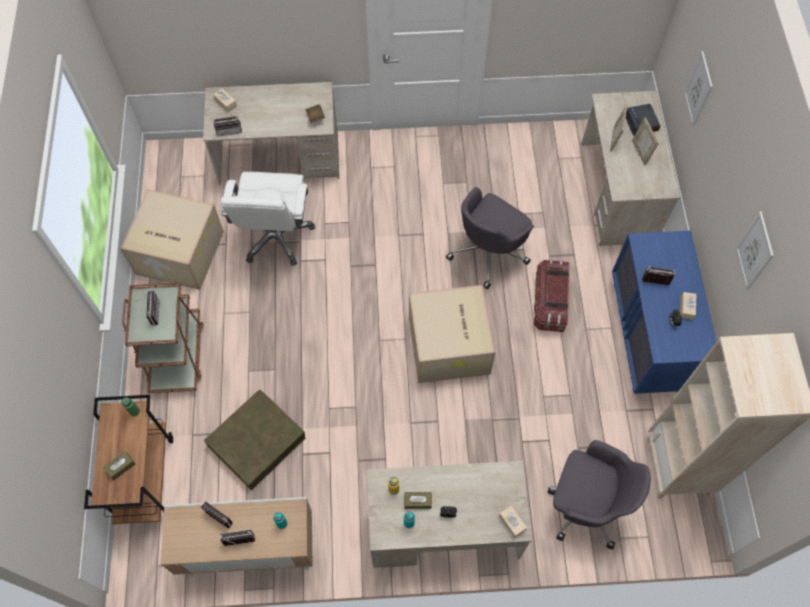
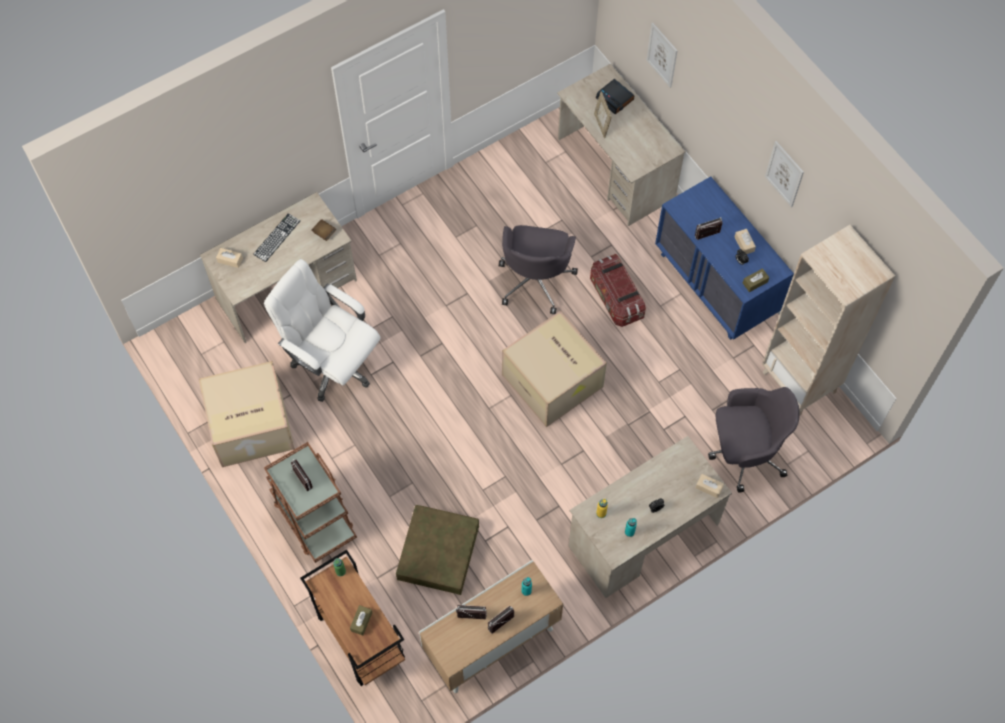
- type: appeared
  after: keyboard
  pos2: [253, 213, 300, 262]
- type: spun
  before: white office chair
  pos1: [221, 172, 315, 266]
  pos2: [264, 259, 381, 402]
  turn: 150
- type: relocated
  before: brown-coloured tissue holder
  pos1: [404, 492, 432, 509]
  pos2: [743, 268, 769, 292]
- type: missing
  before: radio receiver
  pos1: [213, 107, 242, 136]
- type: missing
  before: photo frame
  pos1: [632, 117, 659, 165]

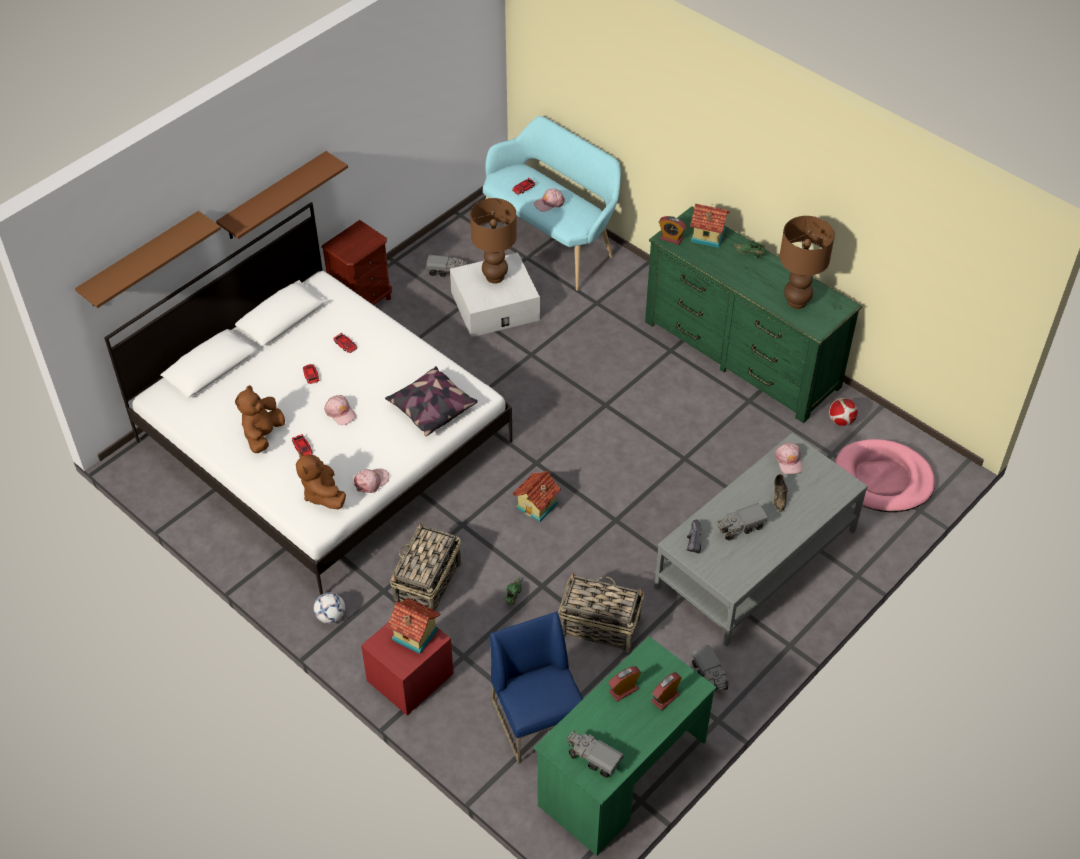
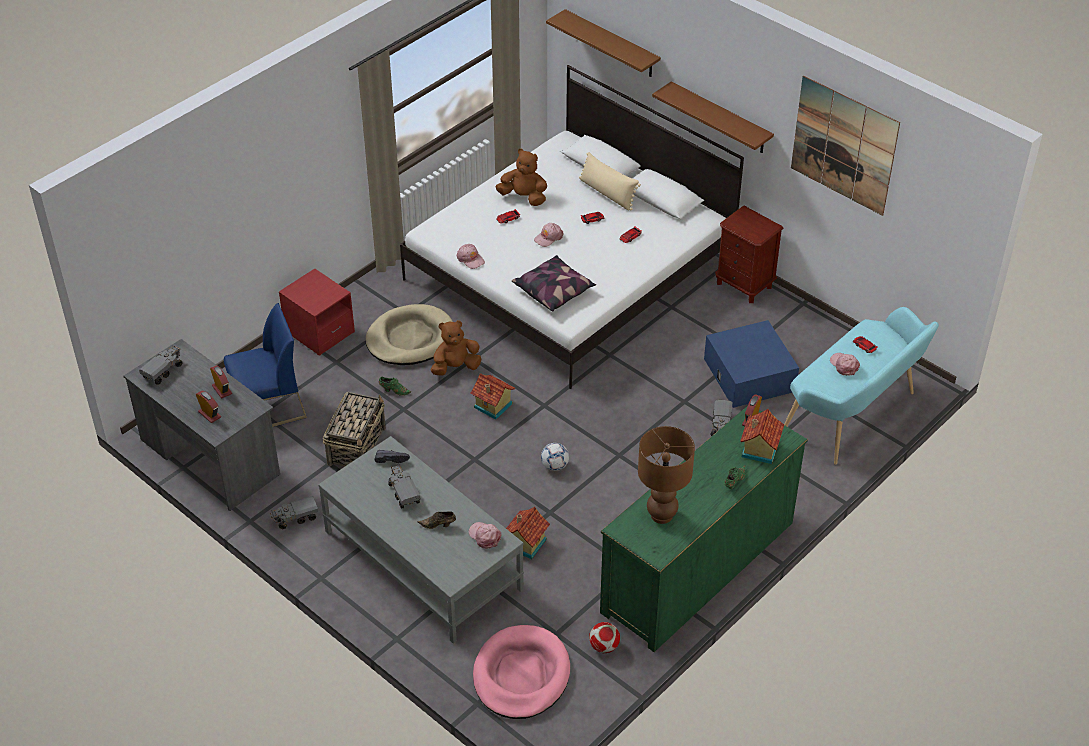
- type: colour
  before: green desk table
  after: gray desk table
  pos1: [533, 636, 717, 856]
  pos2: [123, 339, 280, 511]
- type: exchanged
  before: storage basket
  after: beige-coloured dog bed
  pos1: [390, 523, 461, 611]
  pos2: [366, 304, 453, 365]
- type: relocated
  before: brown-coloured soft toy
  pos1: [296, 451, 346, 509]
  pos2: [431, 320, 481, 376]
- type: spun
  before: pinkish baseball cap
  pos1: [774, 443, 803, 475]
  pos2: [469, 522, 502, 549]
  turn: 60
- type: relocated
  before: toy house
  pos1: [386, 598, 440, 654]
  pos2: [506, 507, 550, 559]
- type: relocated
  before: football ball
  pos1: [314, 592, 345, 624]
  pos2: [541, 443, 569, 471]
- type: appeared
  after: beige-coloured throw pillow
  pos2: [579, 152, 641, 211]
- type: colour
  before: white storage container
  after: bluish storage container
  pos1: [450, 253, 540, 337]
  pos2: [704, 320, 799, 408]
- type: relocated
  before: toy lorry
  pos1: [426, 254, 468, 277]
  pos2: [711, 400, 732, 436]
- type: appeared
  after: wall art
  pos2: [791, 76, 900, 216]
- type: missing
  before: brown-coloured table lamp
  pos1: [470, 198, 517, 284]

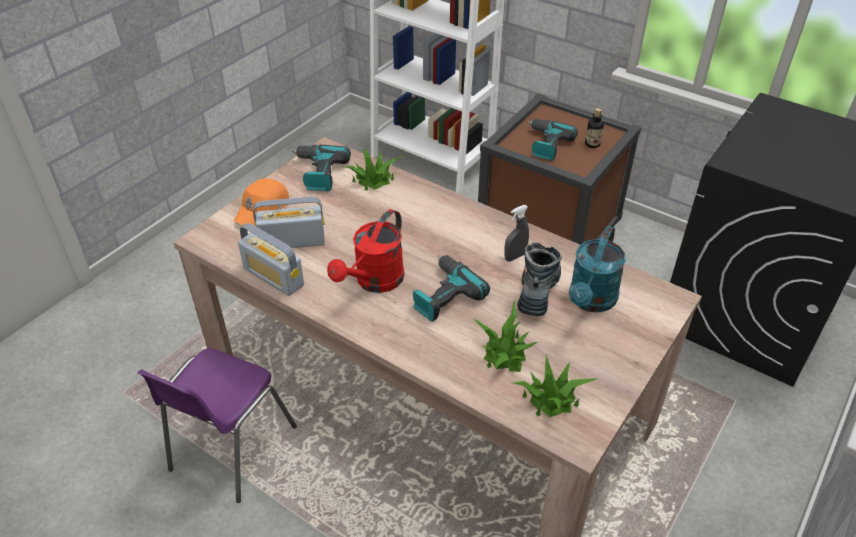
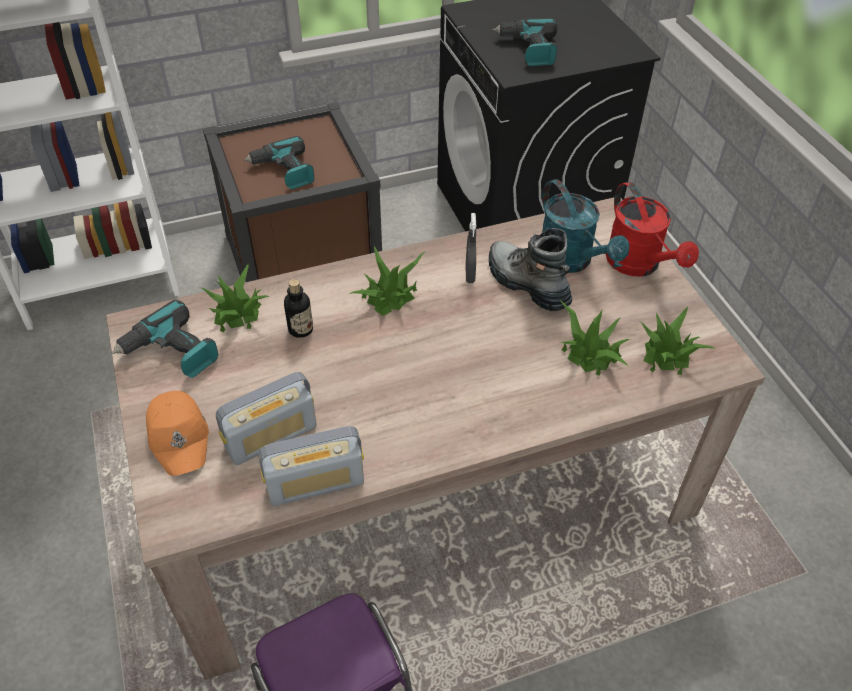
- type: spun
  before: radio receiver
  pos1: [253, 197, 325, 248]
  pos2: [216, 372, 317, 465]
  turn: -150
- type: relocated
  before: bottle
  pos1: [585, 108, 604, 148]
  pos2: [284, 279, 313, 338]
- type: appeared
  after: plant in a pot
  pos2: [349, 246, 426, 316]
- type: relocated
  before: electric drill
  pos1: [413, 255, 490, 322]
  pos2: [492, 18, 557, 66]
- type: relocated
  before: red-coloured watering can
  pos1: [327, 209, 405, 293]
  pos2: [606, 182, 699, 276]

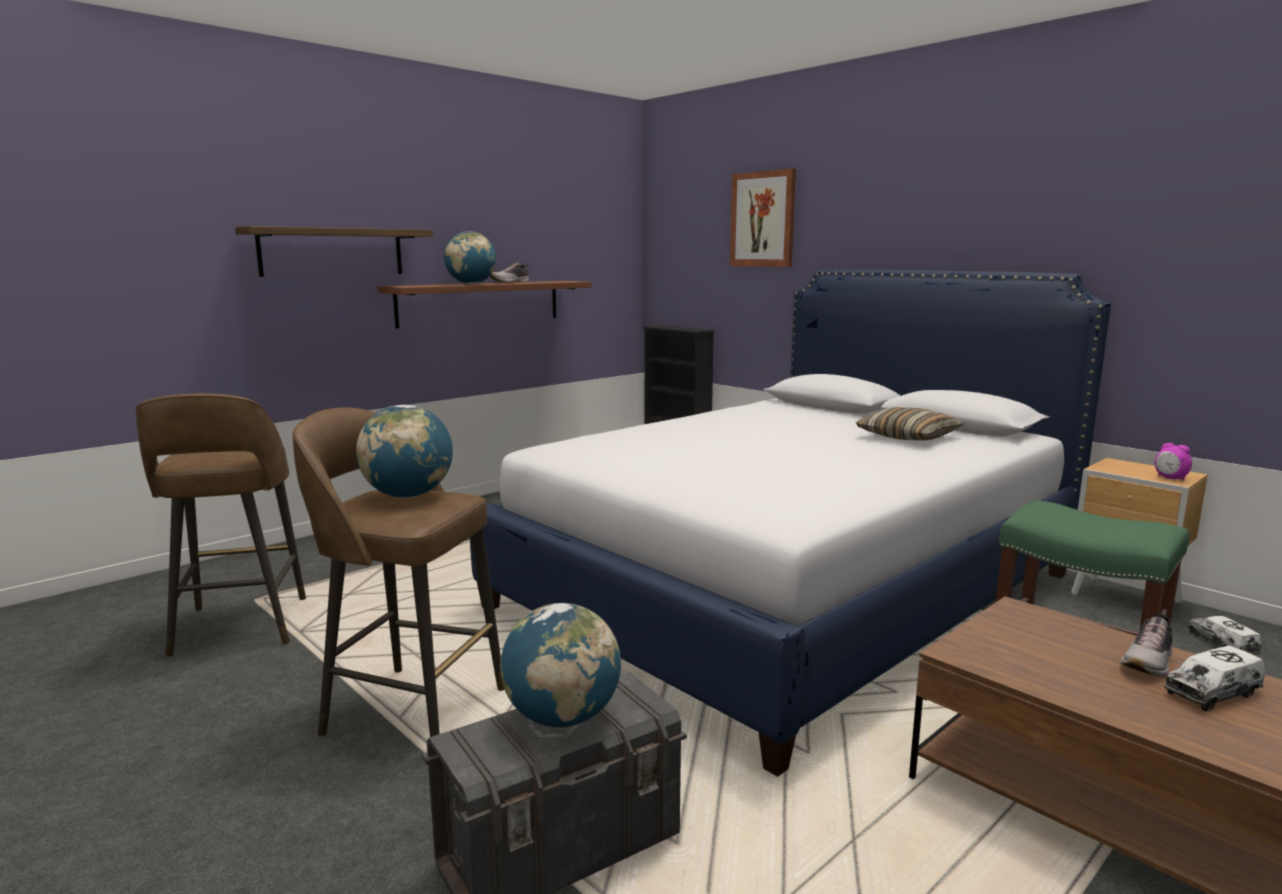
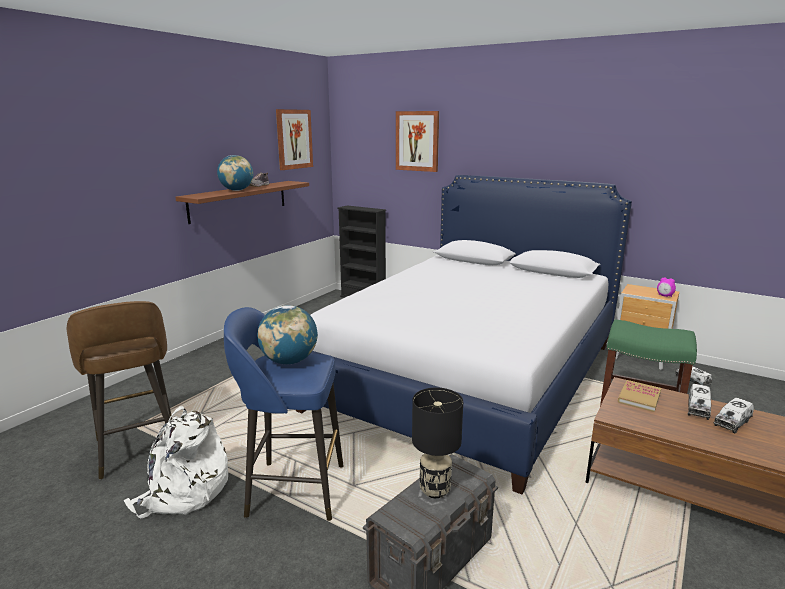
- type: appeared
  after: white knapsack
  pos2: [124, 406, 228, 518]
- type: colour
  before: brown-coloured sitting stool
  after: bluish sitting stool
  pos1: [292, 407, 505, 737]
  pos2: [224, 307, 344, 521]
- type: appeared
  after: wall art
  pos2: [276, 109, 313, 170]
- type: exchanged
  before: desk globe
  after: black table lamp
  pos1: [500, 603, 621, 727]
  pos2: [412, 388, 463, 498]
- type: appeared
  after: book
  pos2: [618, 380, 661, 412]
- type: exchanged
  before: item of footwear
  after: toy lorry
  pos1: [1120, 609, 1172, 677]
  pos2: [688, 384, 711, 420]
- type: missing
  before: shelf
  pos1: [235, 226, 433, 277]
- type: missing
  before: throw pillow
  pos1: [856, 407, 965, 441]

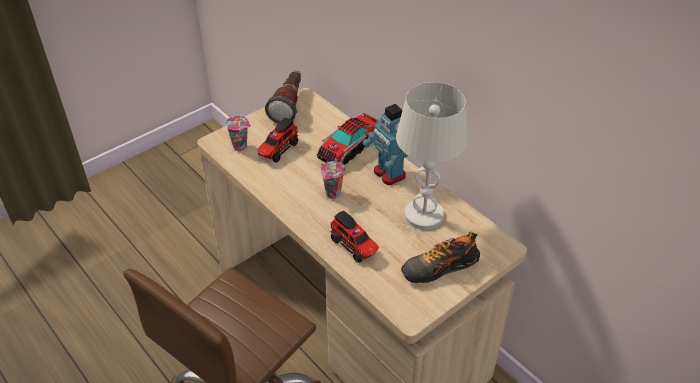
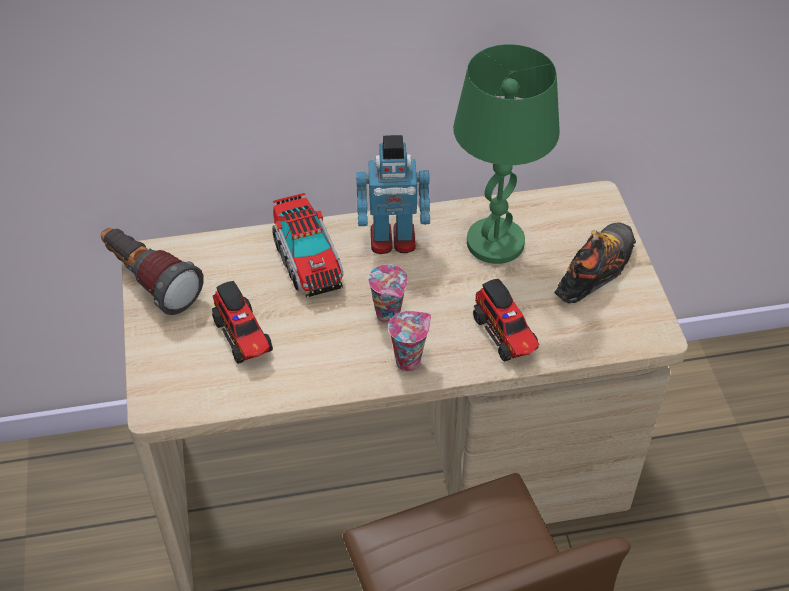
- type: relocated
  before: cup
  pos1: [225, 115, 251, 151]
  pos2: [388, 311, 431, 372]
- type: colour
  before: white table lamp
  after: green table lamp
  pos1: [396, 82, 468, 230]
  pos2: [453, 44, 560, 264]
- type: spun
  before: toy lorry
  pos1: [331, 211, 379, 263]
  pos2: [473, 279, 539, 362]
  turn: 75
- type: spun
  before: item of footwear
  pos1: [401, 232, 480, 283]
  pos2: [554, 222, 636, 303]
  turn: -150

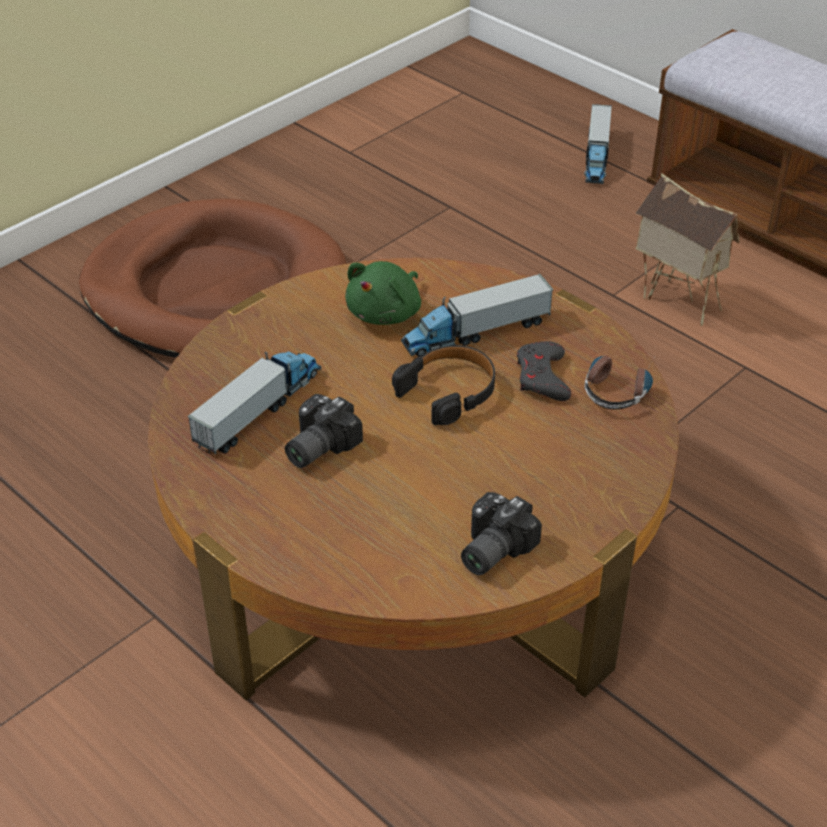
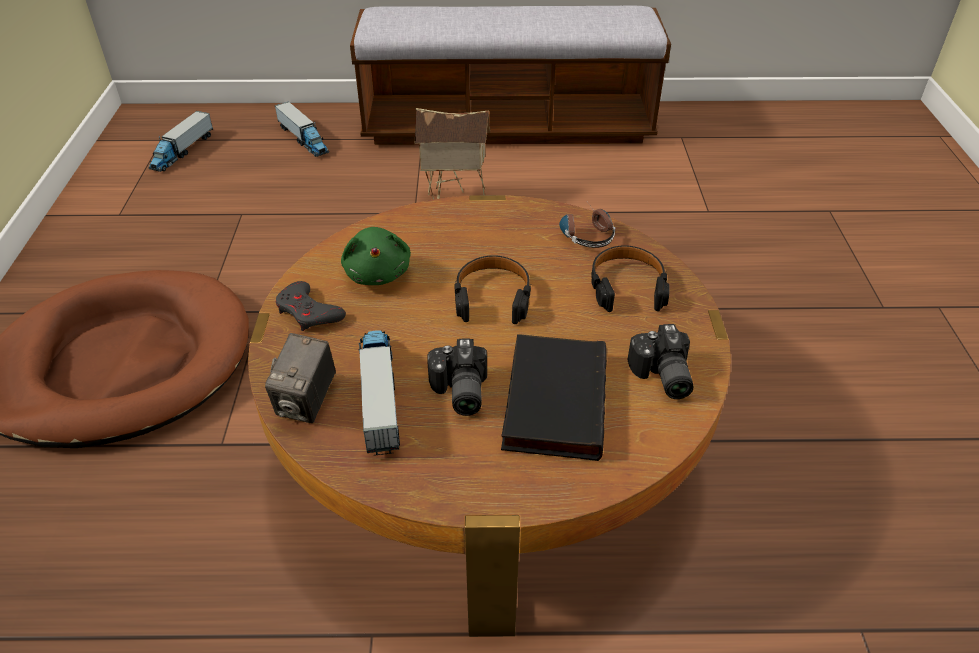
- type: relocated
  before: toy lorry
  pos1: [401, 274, 554, 357]
  pos2: [148, 111, 213, 172]
- type: appeared
  after: photo camera
  pos2: [265, 333, 336, 423]
- type: relocated
  before: gray gamepad
  pos1: [517, 341, 571, 401]
  pos2: [275, 281, 346, 331]
- type: appeared
  after: black book
  pos2: [501, 334, 607, 461]
- type: appeared
  after: black headset
  pos2: [591, 245, 670, 312]

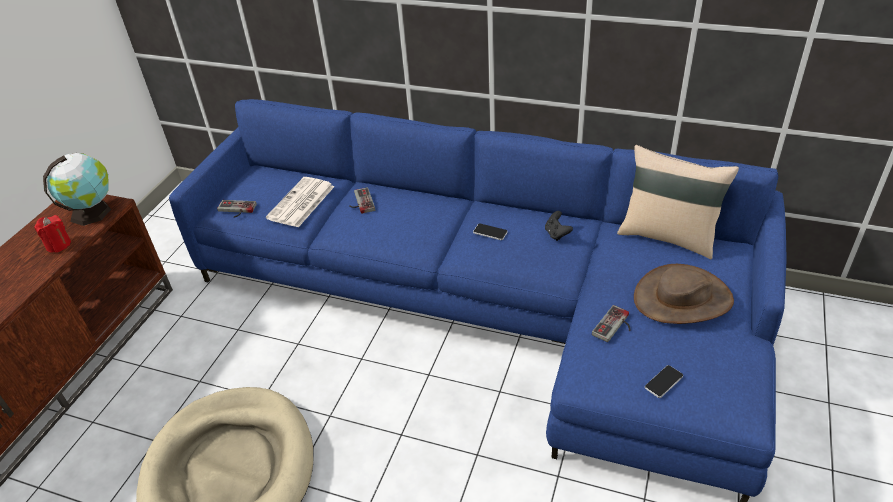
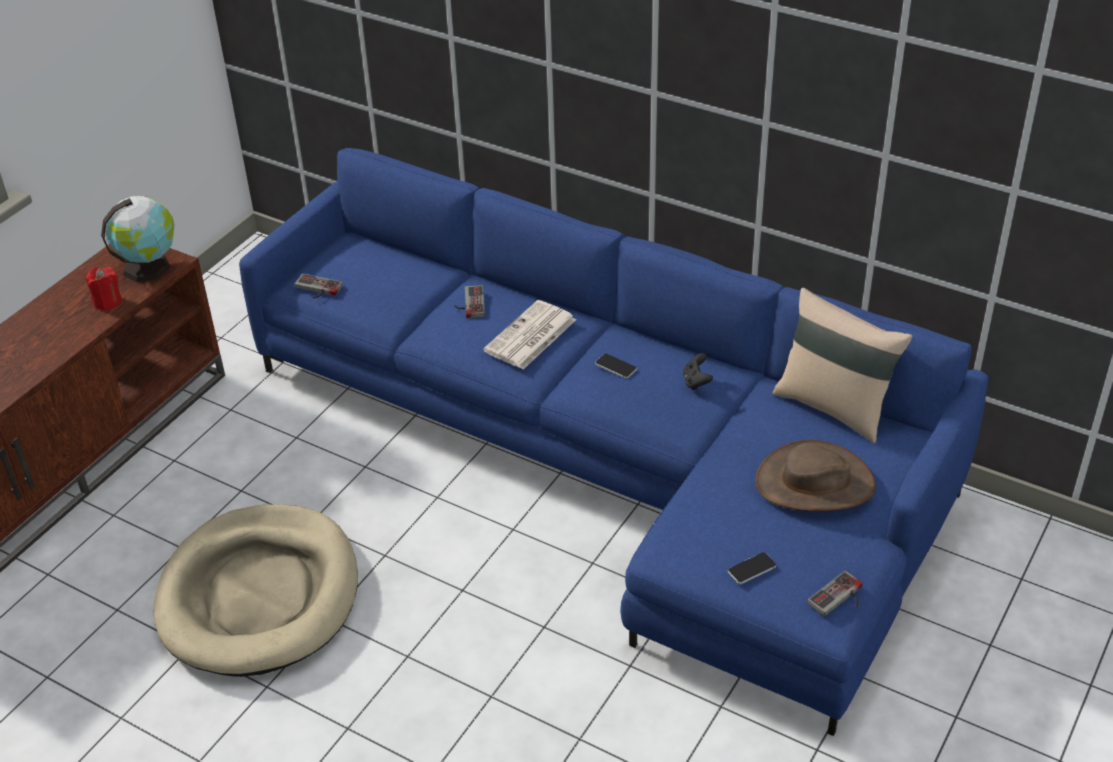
- type: relocated
  before: daily paper
  pos1: [266, 177, 335, 228]
  pos2: [483, 300, 576, 369]
- type: relocated
  before: gamepad
  pos1: [592, 305, 630, 342]
  pos2: [807, 571, 863, 616]

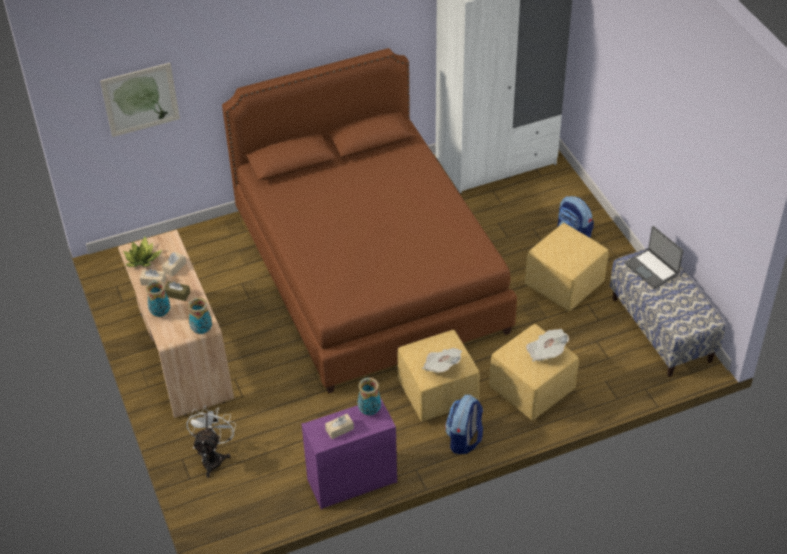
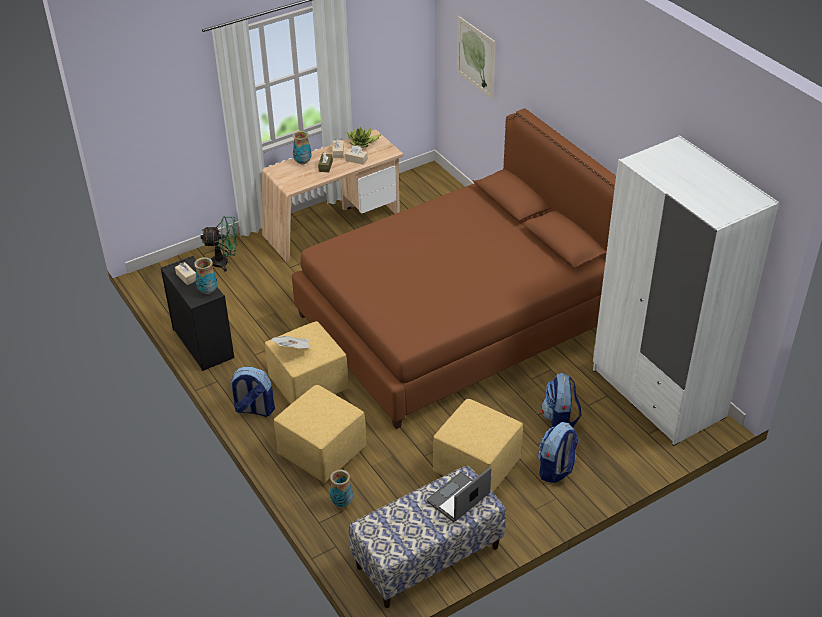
- type: colour
  before: purplish dresser
  after: black dresser
  pos1: [302, 397, 397, 509]
  pos2: [161, 256, 234, 371]
- type: colour
  before: white electric fan
  after: green electric fan
  pos1: [187, 405, 236, 478]
  pos2: [201, 216, 237, 272]
- type: relocated
  before: vase
  pos1: [188, 297, 212, 334]
  pos2: [330, 470, 353, 507]
- type: appeared
  after: knapsack
  pos2: [541, 373, 581, 427]
- type: missing
  before: daily paper
  pos1: [526, 329, 569, 362]

